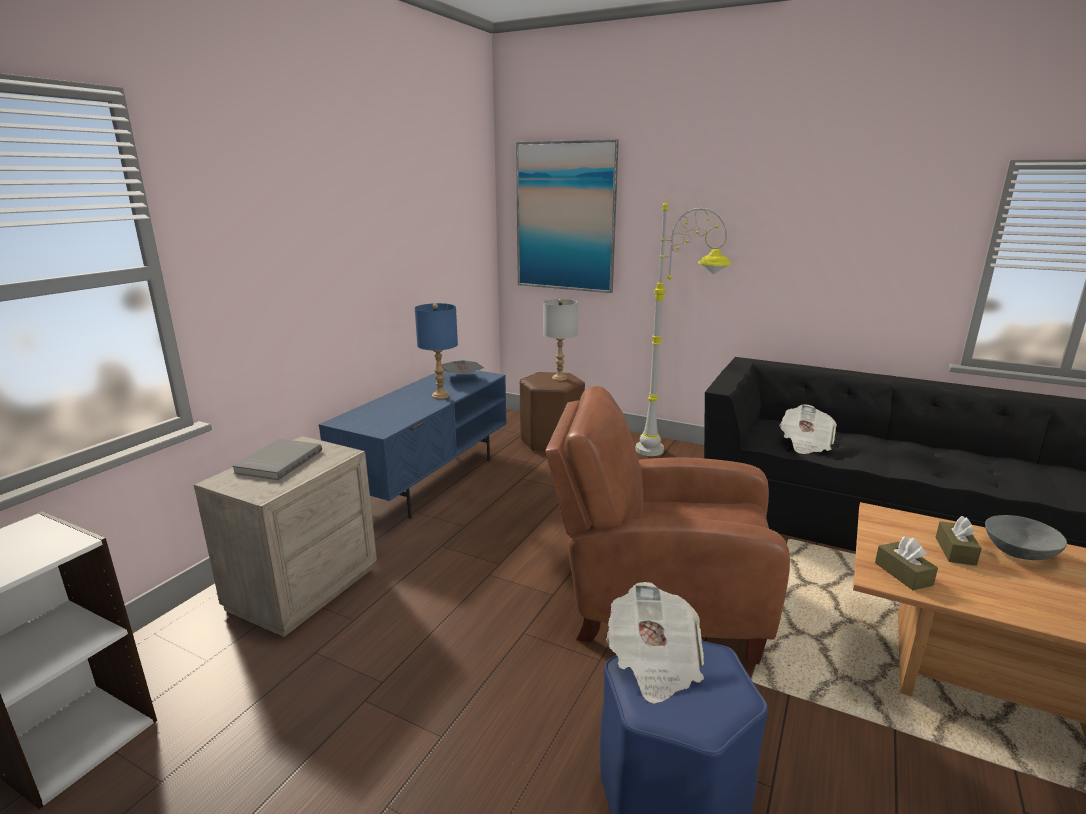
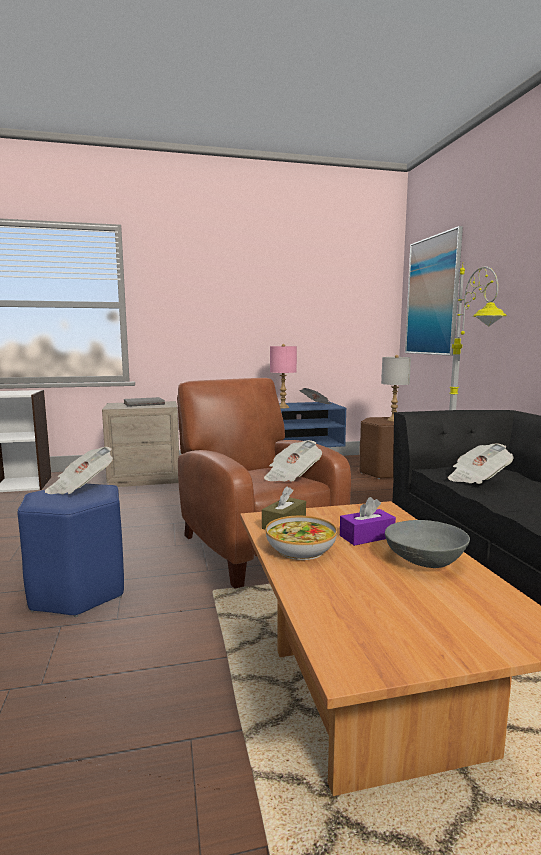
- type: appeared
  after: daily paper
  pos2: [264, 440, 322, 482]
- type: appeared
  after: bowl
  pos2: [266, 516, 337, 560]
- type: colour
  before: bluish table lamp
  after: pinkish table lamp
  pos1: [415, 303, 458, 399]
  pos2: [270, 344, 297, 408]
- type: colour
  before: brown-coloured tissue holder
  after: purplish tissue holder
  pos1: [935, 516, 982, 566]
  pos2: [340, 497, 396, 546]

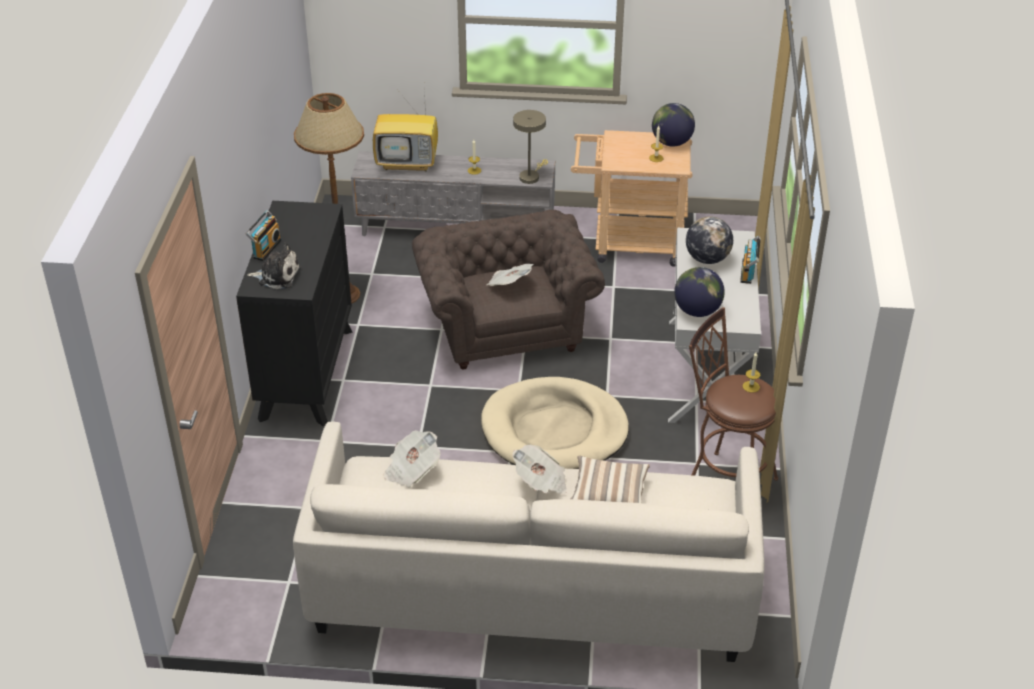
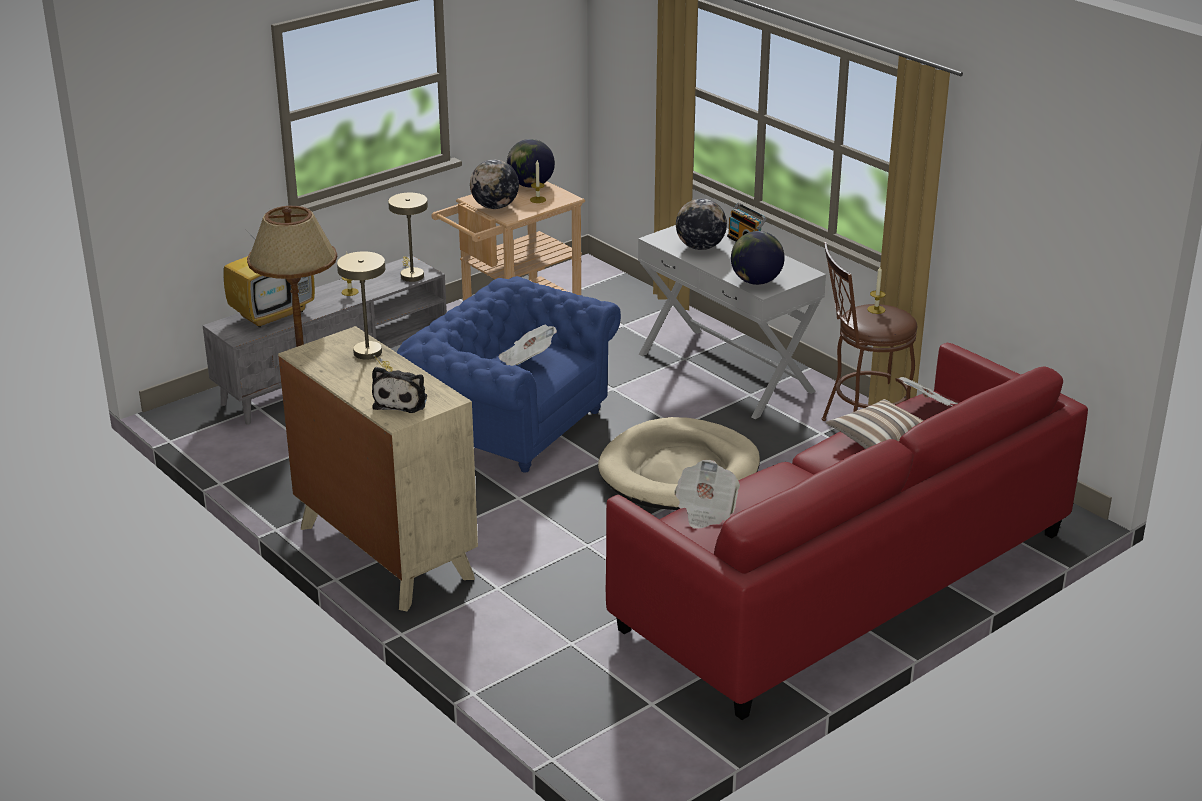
- type: colour
  before: black dresser
  after: beige-coloured dresser
  pos1: [236, 201, 353, 426]
  pos2: [278, 326, 478, 611]
- type: appeared
  after: beige-coloured table lamp
  pos2: [337, 251, 393, 372]
- type: spun
  before: soft toy
  pos1: [247, 242, 301, 289]
  pos2: [372, 367, 427, 413]
  turn: 135
- type: colour
  before: brown-coloured lounge chair
  after: bluish lounge chair
  pos1: [412, 210, 605, 369]
  pos2: [397, 276, 621, 473]
- type: appeared
  after: desk globe
  pos2: [470, 160, 519, 209]
- type: colour
  before: white couch
  after: red-coloured couch
  pos1: [293, 422, 765, 662]
  pos2: [606, 343, 1088, 720]
- type: relocated
  before: daily paper
  pos1: [512, 445, 567, 494]
  pos2: [899, 377, 958, 406]
- type: missing
  before: radio receiver
  pos1: [246, 210, 281, 261]

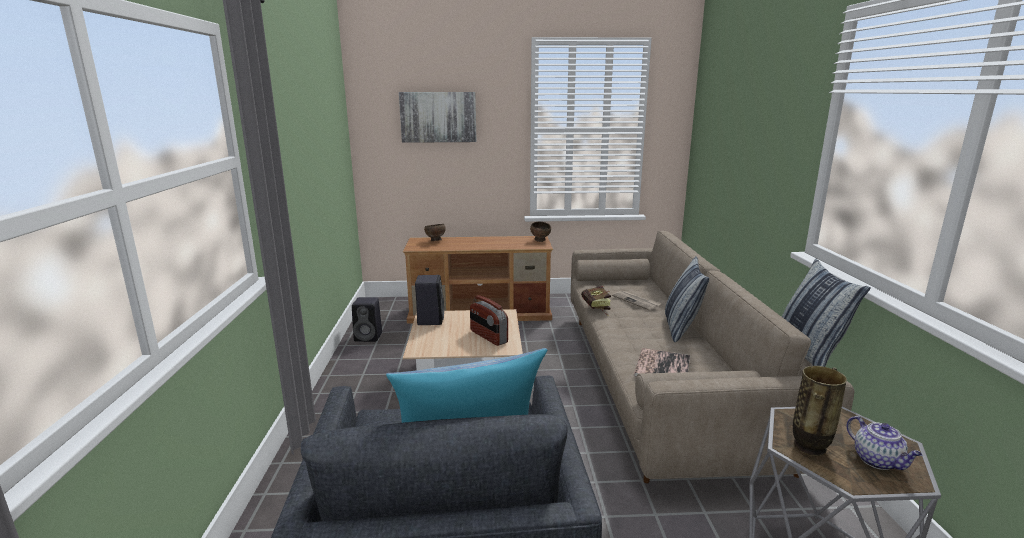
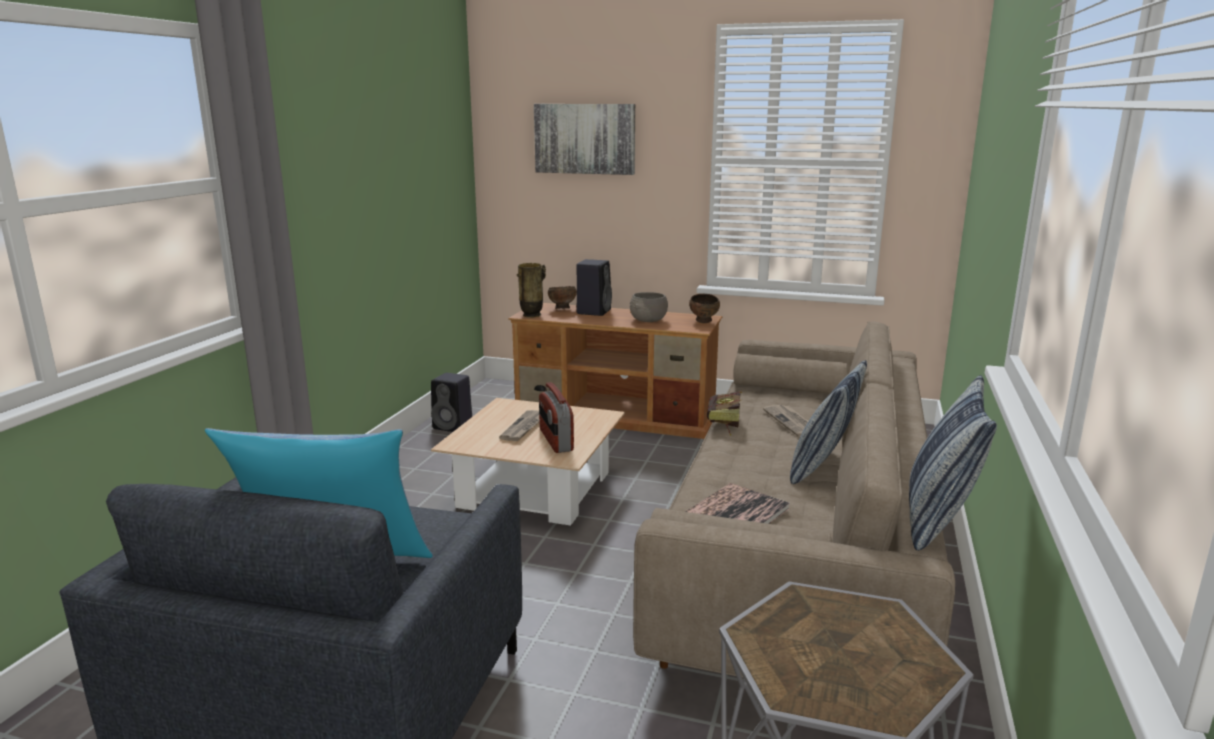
- type: appeared
  after: daily paper
  pos2: [499, 410, 539, 441]
- type: relocated
  before: vase
  pos1: [793, 366, 847, 456]
  pos2: [517, 263, 546, 318]
- type: relocated
  before: black audio speaker
  pos1: [415, 275, 444, 325]
  pos2: [576, 259, 612, 316]
- type: appeared
  after: gray bowl
  pos2: [630, 292, 668, 322]
- type: missing
  before: pot for tea
  pos1: [847, 416, 922, 470]

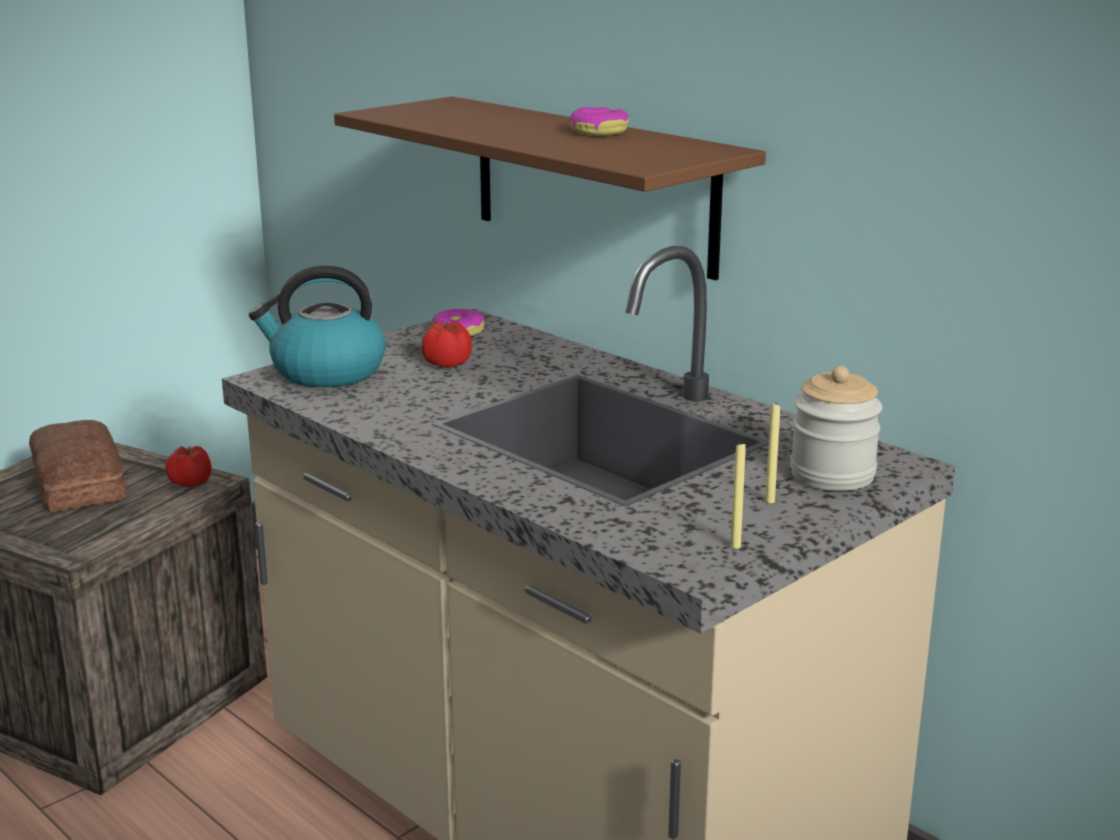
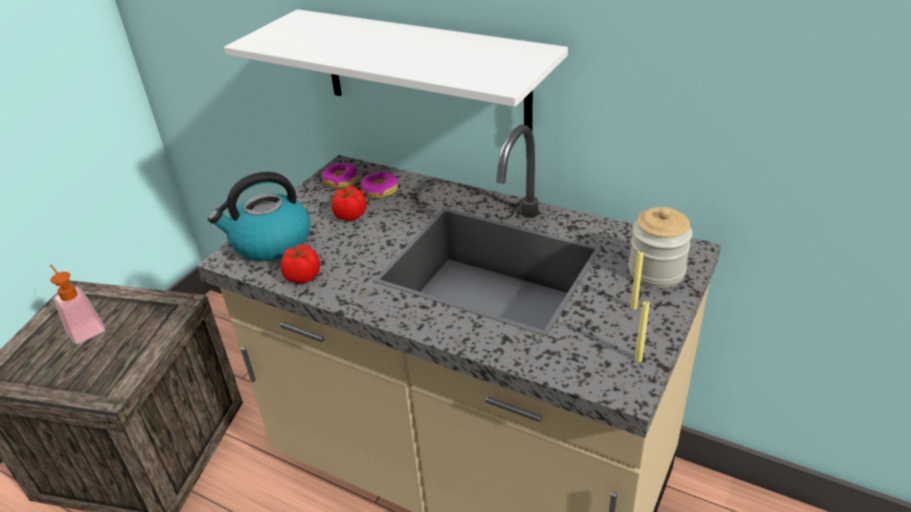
- type: exchanged
  before: baked bread
  after: soap dispenser
  pos1: [29, 420, 126, 512]
  pos2: [50, 265, 105, 344]
- type: colour
  before: brown-coloured shelf
  after: white shelf
  pos1: [334, 96, 766, 280]
  pos2: [224, 9, 568, 130]
- type: relocated
  before: whole tomato
  pos1: [166, 445, 212, 487]
  pos2: [281, 244, 320, 283]
- type: relocated
  before: donut
  pos1: [569, 107, 629, 136]
  pos2: [361, 172, 398, 198]

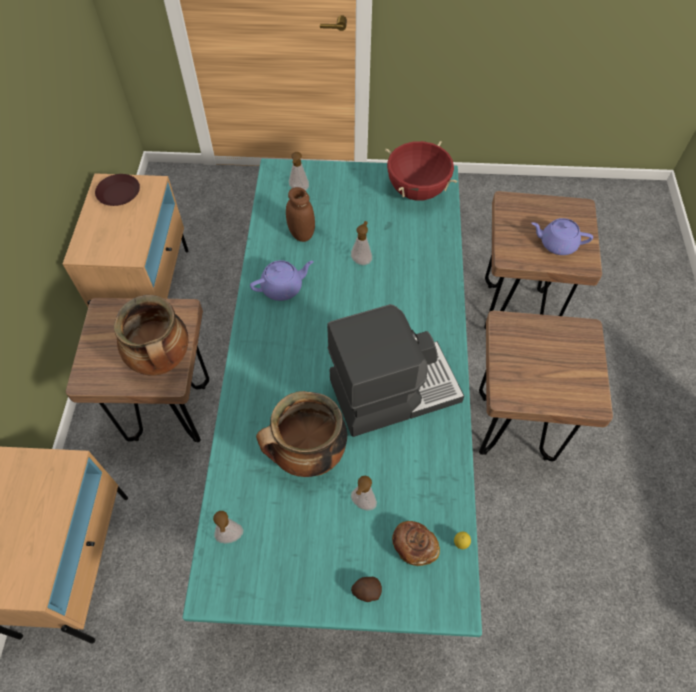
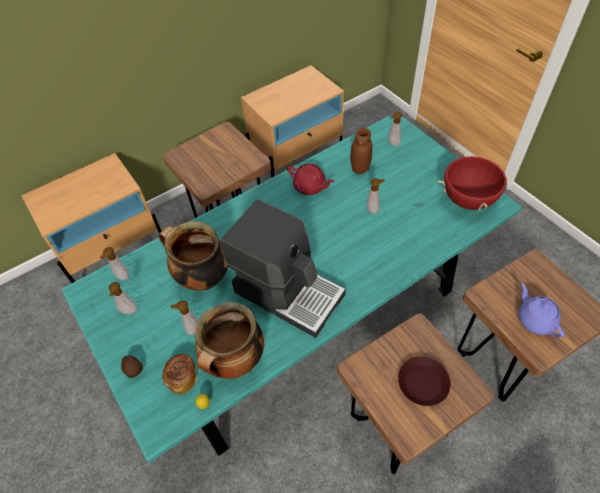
- type: appeared
  after: soap dispenser
  pos2: [109, 282, 138, 314]
- type: relocated
  before: stockpot
  pos1: [114, 295, 188, 376]
  pos2: [195, 302, 264, 379]
- type: colour
  before: purplish pot for tea
  after: red-coloured pot for tea
  pos1: [250, 260, 314, 301]
  pos2: [287, 164, 335, 195]
- type: relocated
  before: brown-coloured dinner plate
  pos1: [95, 174, 140, 206]
  pos2: [398, 357, 451, 406]

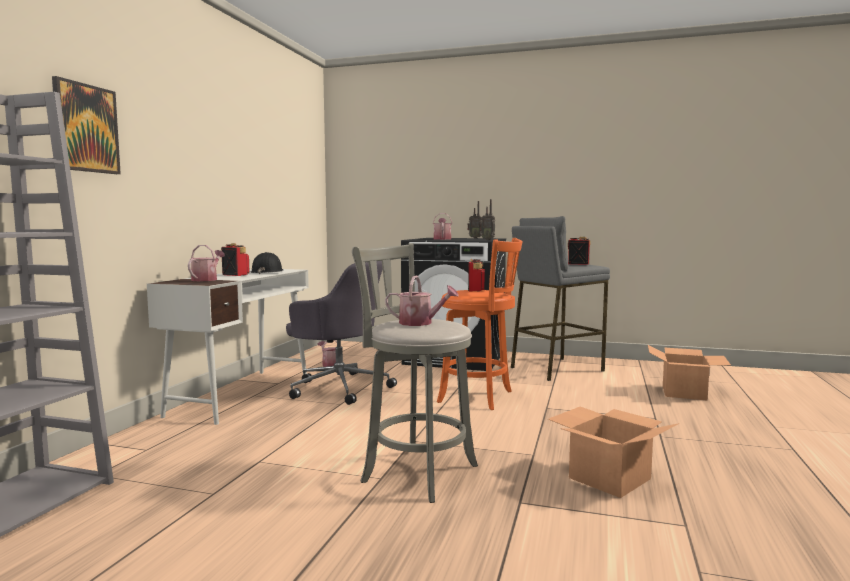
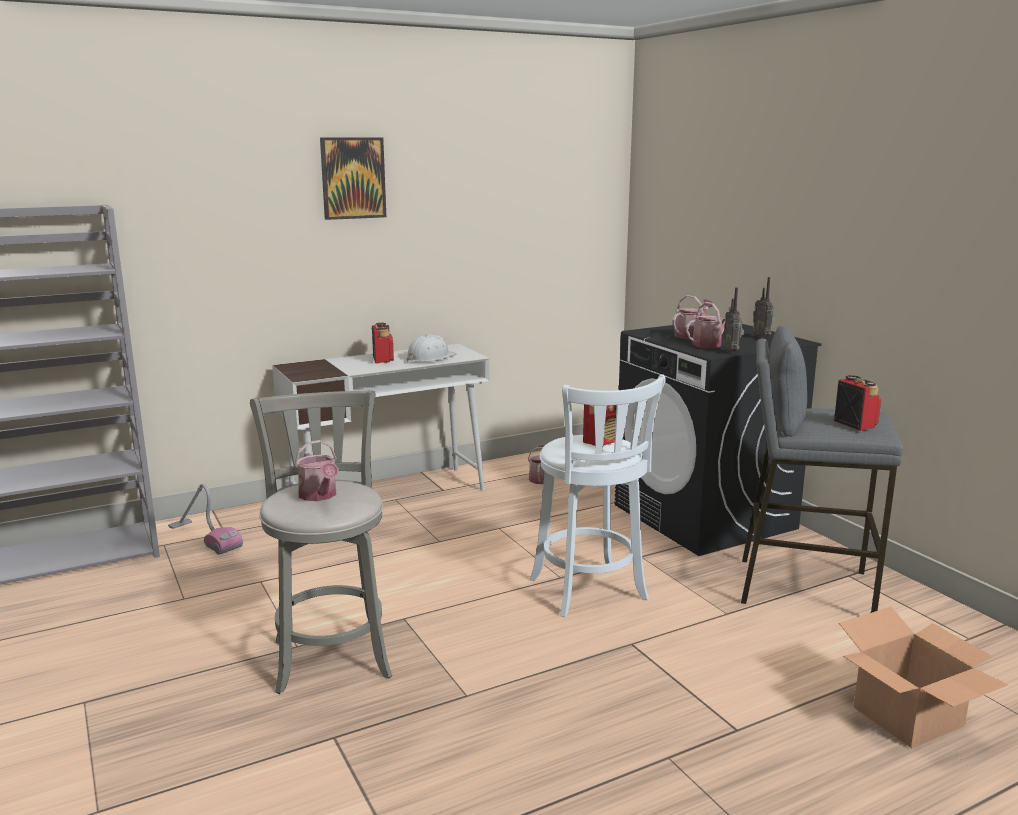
- type: appeared
  after: vacuum cleaner
  pos2: [168, 483, 243, 555]
- type: relocated
  before: wall art
  pos1: [52, 76, 121, 174]
  pos2: [320, 137, 386, 220]
- type: colour
  before: black safety helmet
  after: white safety helmet
  pos1: [250, 252, 283, 274]
  pos2: [406, 334, 456, 362]
- type: colour
  before: orange sitting stool
  after: white sitting stool
  pos1: [437, 238, 523, 410]
  pos2: [529, 374, 666, 617]
- type: relocated
  before: watering can
  pos1: [188, 245, 225, 281]
  pos2: [686, 302, 740, 348]
- type: missing
  before: gray office chair
  pos1: [286, 261, 397, 405]
- type: missing
  before: packing box
  pos1: [548, 407, 679, 498]

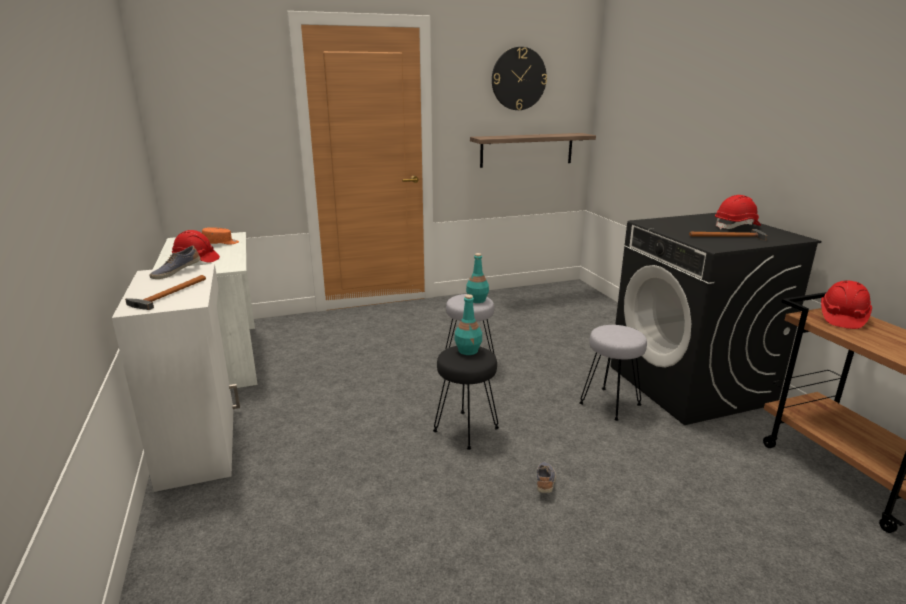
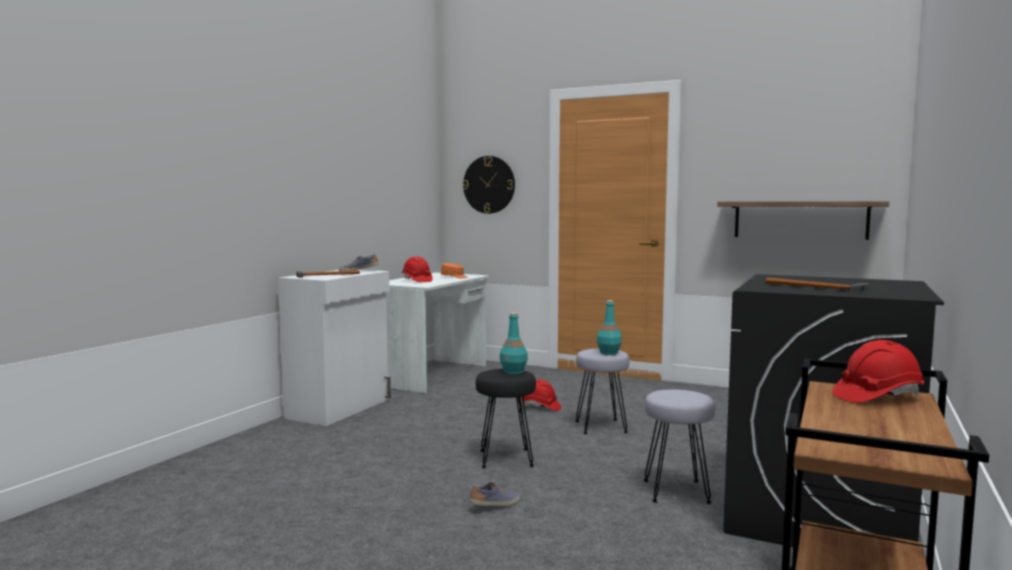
- type: relocated
  before: hanging clock
  pos1: [492, 47, 547, 110]
  pos2: [463, 156, 515, 214]
- type: relocated
  before: red-coloured safety helmet
  pos1: [715, 195, 761, 229]
  pos2: [521, 380, 562, 411]

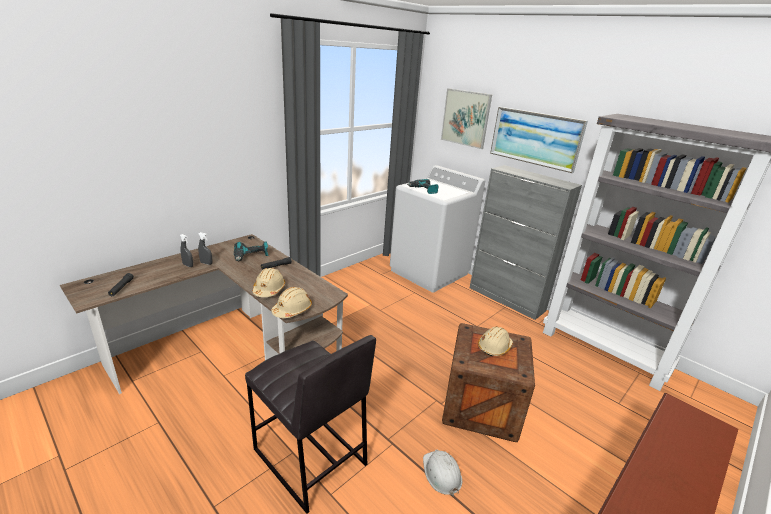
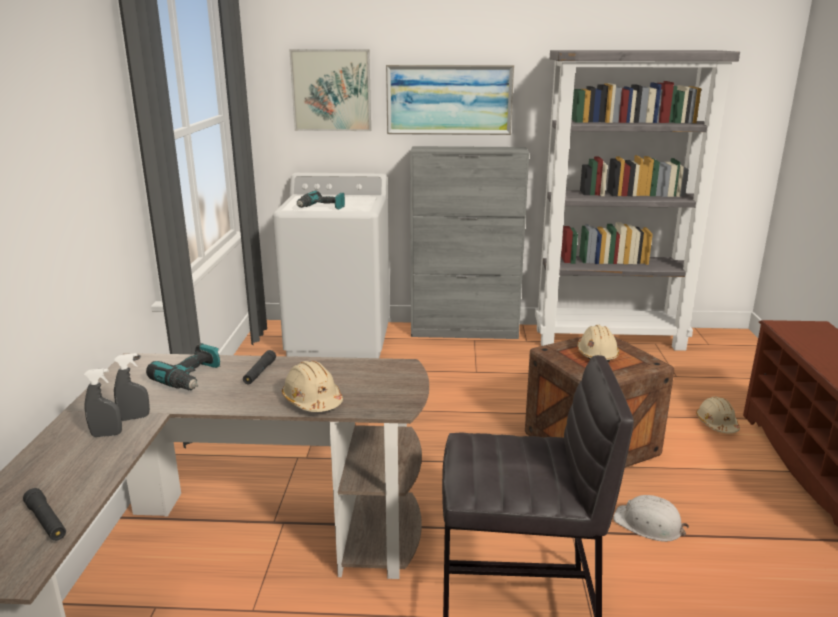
- type: relocated
  before: beige-coloured safety helmet
  pos1: [271, 287, 312, 318]
  pos2: [696, 397, 740, 433]

